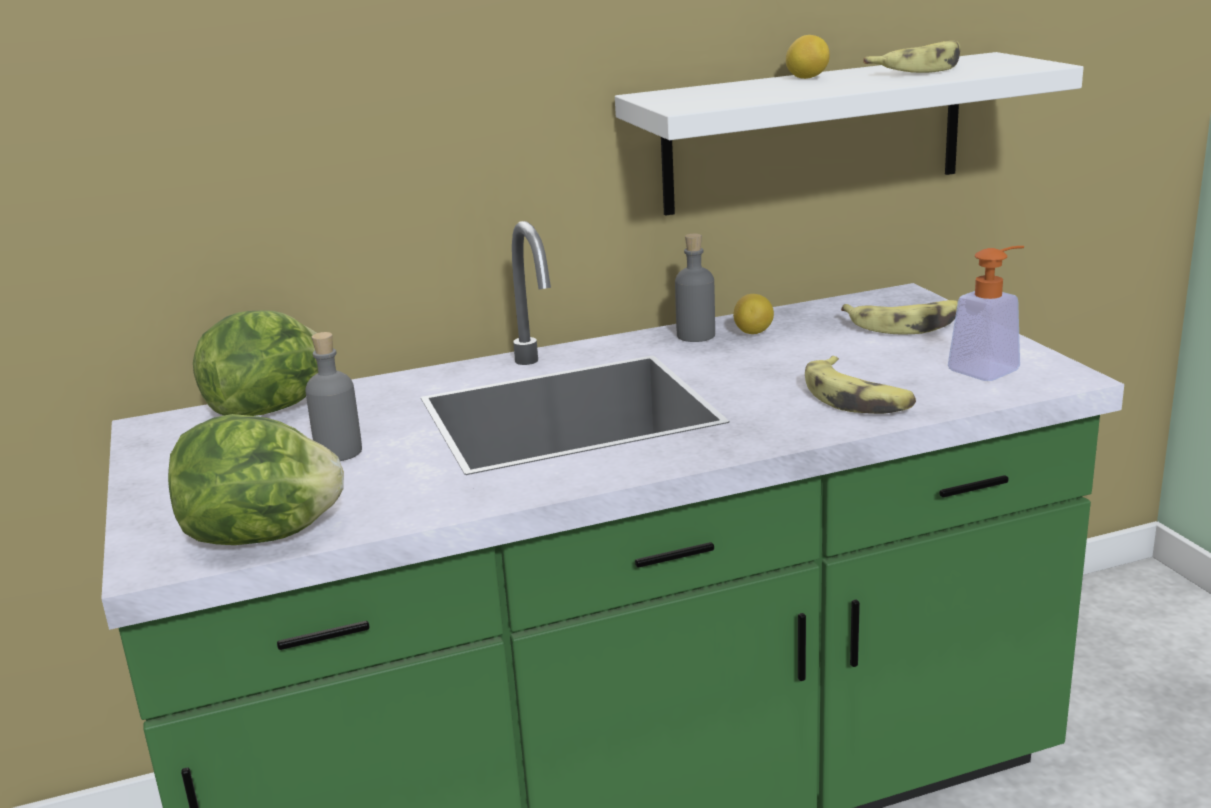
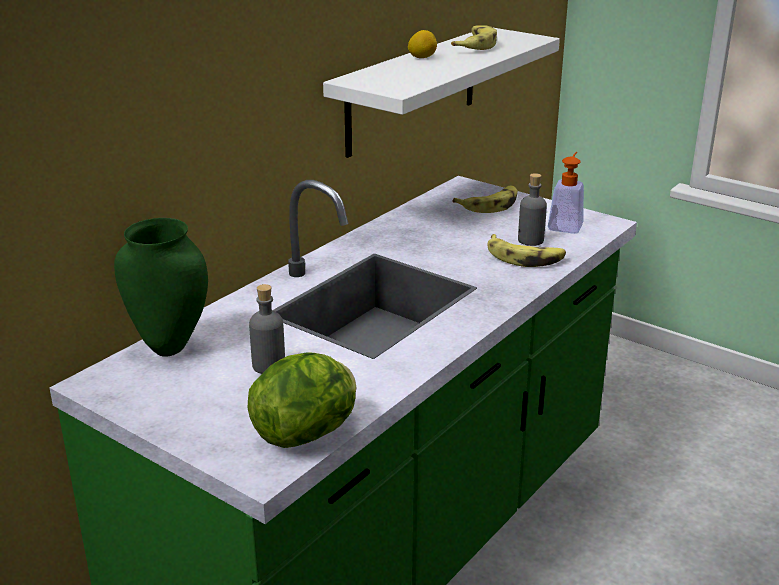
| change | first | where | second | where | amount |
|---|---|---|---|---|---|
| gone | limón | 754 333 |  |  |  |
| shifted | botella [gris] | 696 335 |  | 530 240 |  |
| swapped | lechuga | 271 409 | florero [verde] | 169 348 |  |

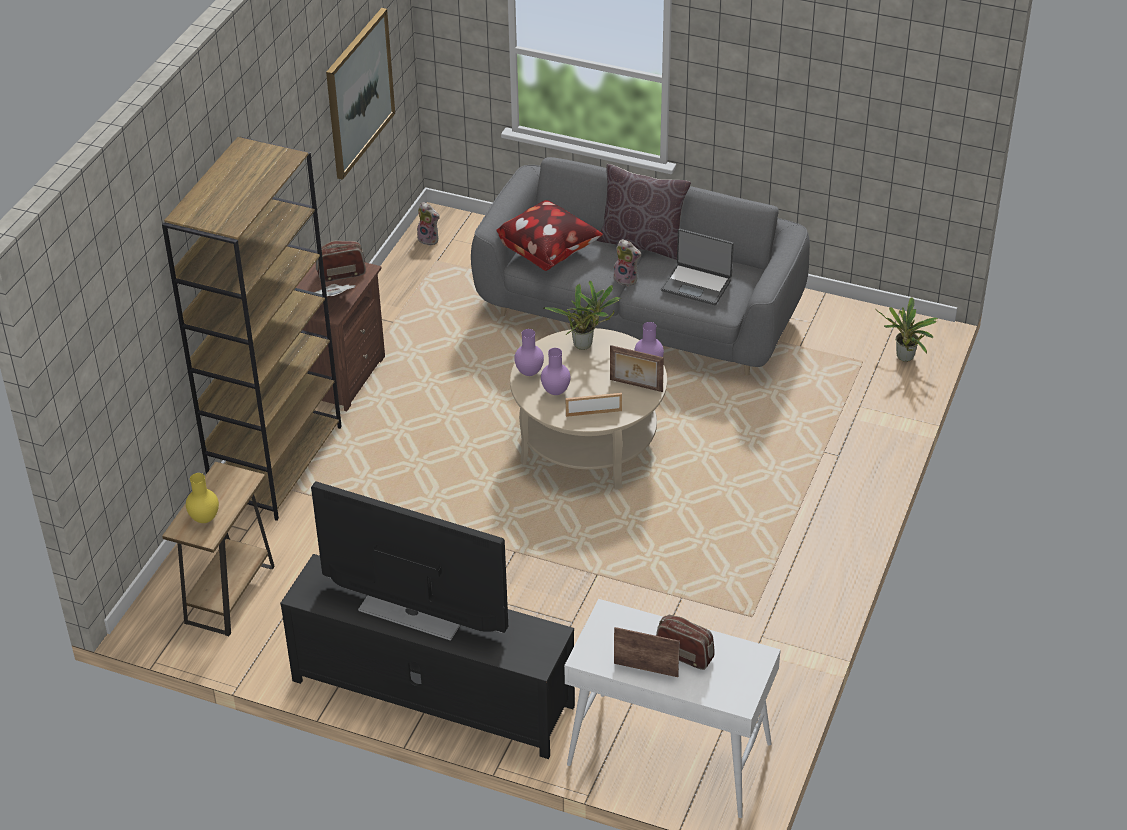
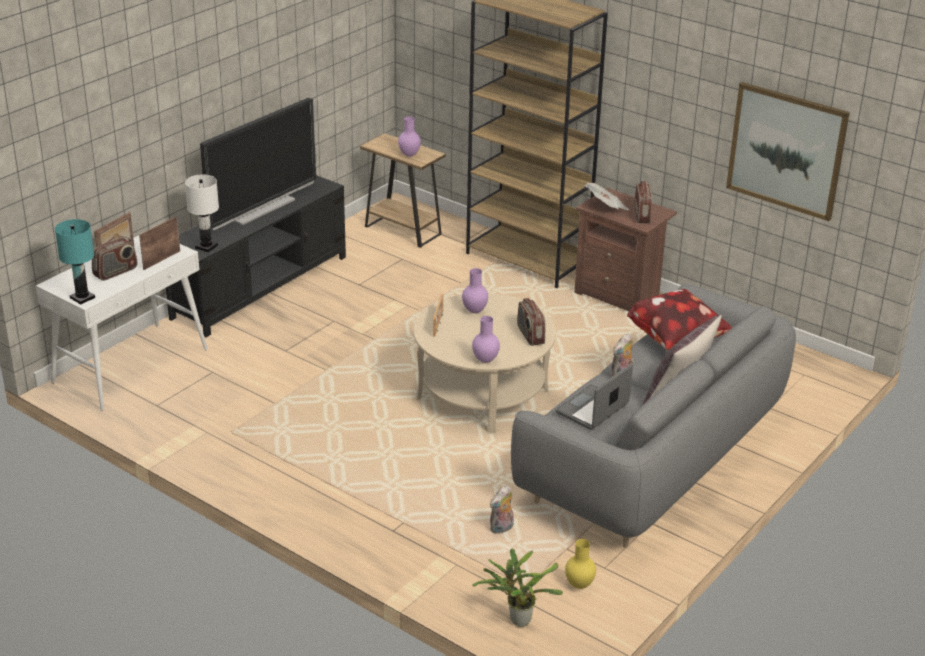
| change | first | where | second | where | amount |
|---|---|---|---|---|---|
| new |  |  | lámpara de mesa [turquesa] | 83 298 |  |
| new |  |  | lámpara de mesa [blanco] | 206 246 |  |
| shifted | florero [amarillo] | 204 519 |  | 579 584 |  |
| shifted | peluche | 429 239 |  | 502 529 |  |
| shifted | florero [morado] | 530 372 |  | 409 155 |  |
| shifted | portarretratos | 635 386 |  | 161 260 |  |
| swapped | planta en maceta | 585 344 | radio | 530 335 |  |

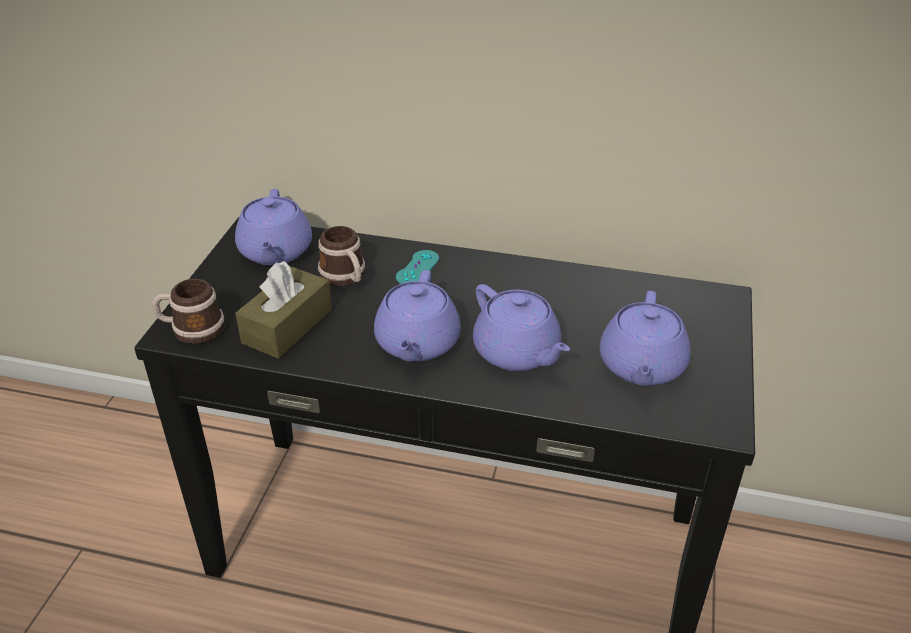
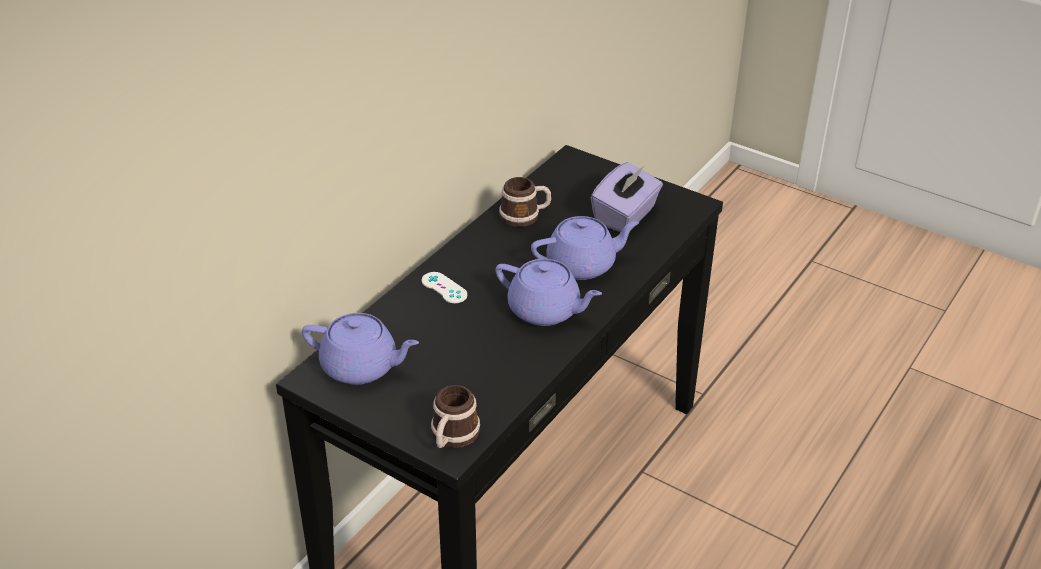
| change | first | where | second | where | amount |
|---|---|---|---|---|---|
| gone | caja de pañuelos [marrón] | 287 326 |  |  |  |
| shifted | taza grande | 345 277 |  | 525 216 |  |
| swapped | tetera [morado] | 641 366 | caja de pañuelos [morado] | 625 216 |  |
| repainted | mando de consola [turquesa] | 417 268 | mando de consola [blanco] | 444 288 |  |

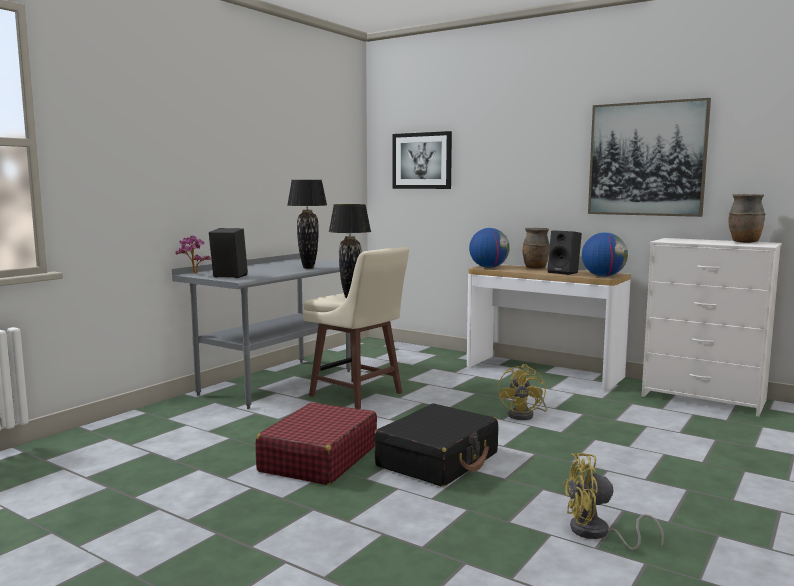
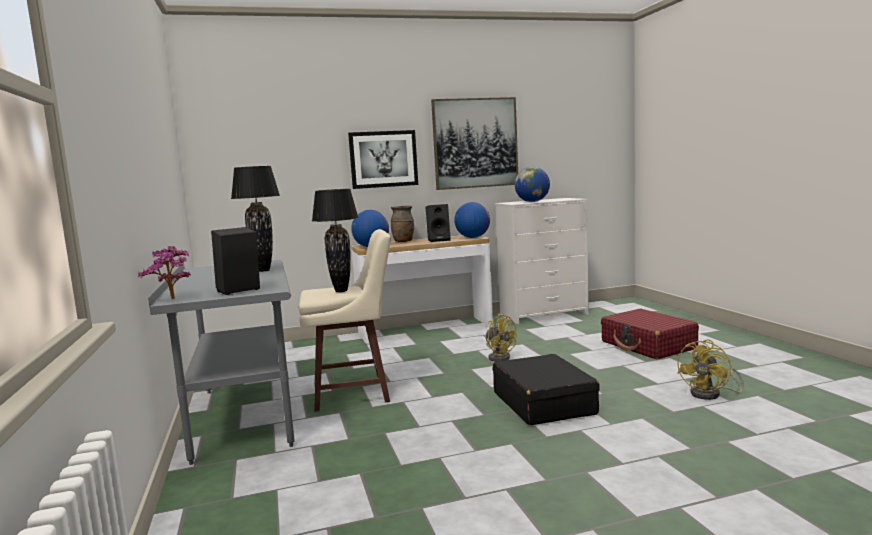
| change | first | where | second | where | amount |
|---|---|---|---|---|---|
| gone | florero [marrón] | 744 242 |  |  |  |
| new |  |  | globo terráqueo | 532 202 |  |
| shifted | maleta [rojo] | 318 459 |  | 648 345 |  |
| shifted | cuadro | 422 160 |  | 383 159 |  |

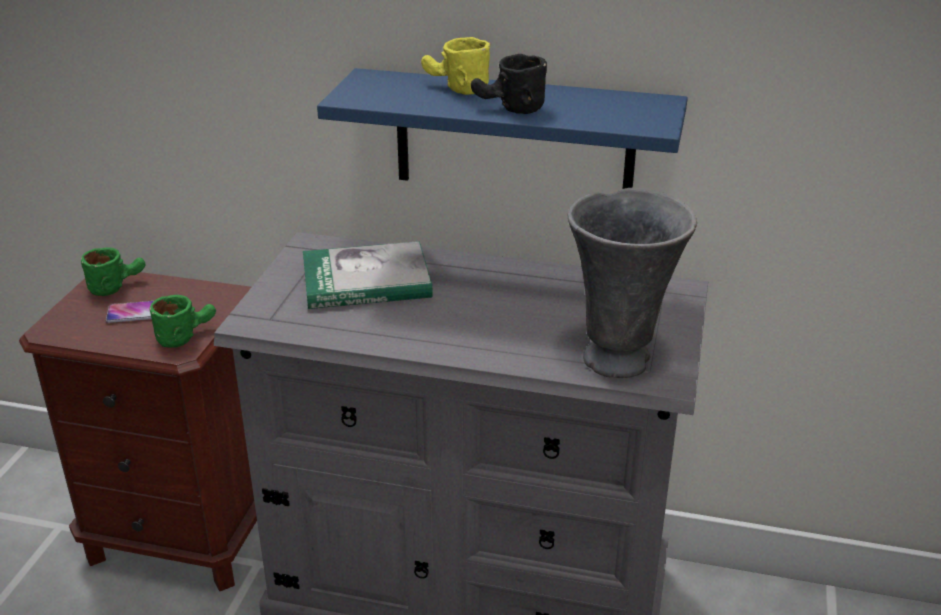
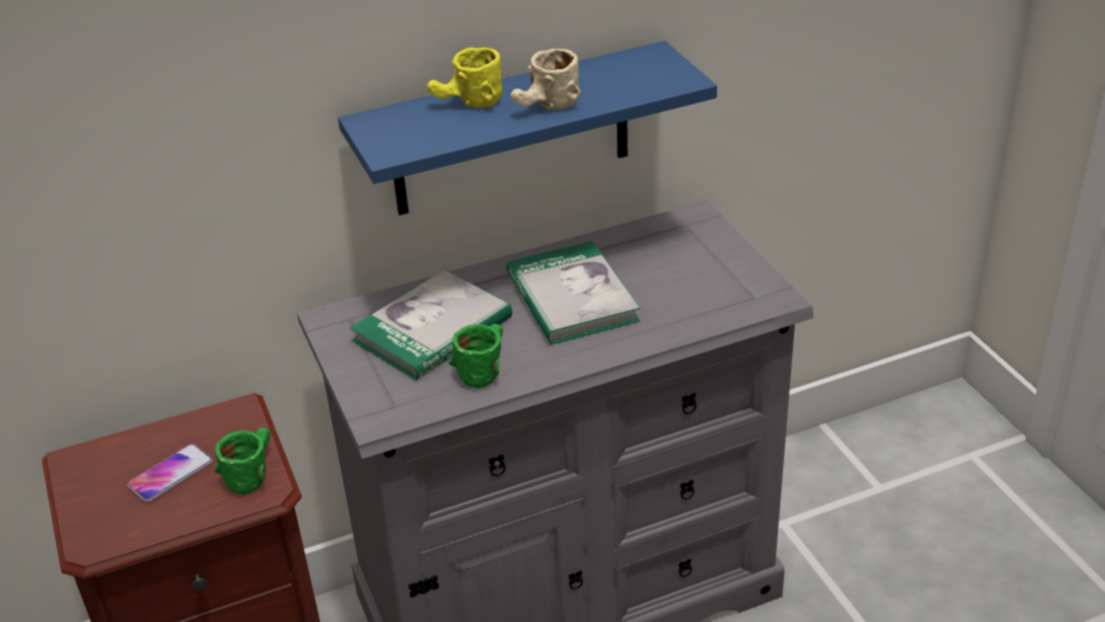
| change | first | where | second | where | amount |
|---|---|---|---|---|---|
| gone | florero [gris] | 619 358 |  |  |  |
| new |  |  | libro | 571 297 |  |
| shifted | taza grande [verde] | 117 285 |  | 482 367 |  |
| repainted | taza grande [negro] | 508 109 | taza grande [beis] | 547 108 |  |

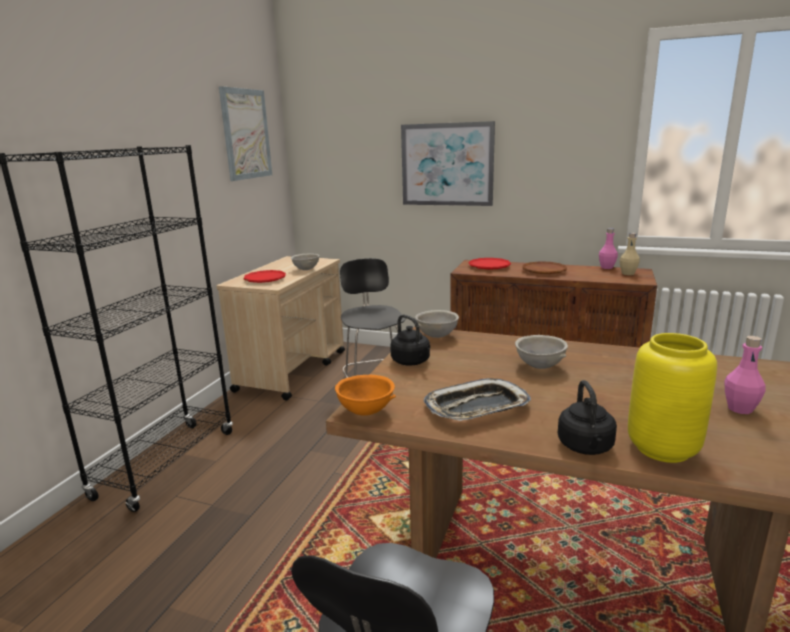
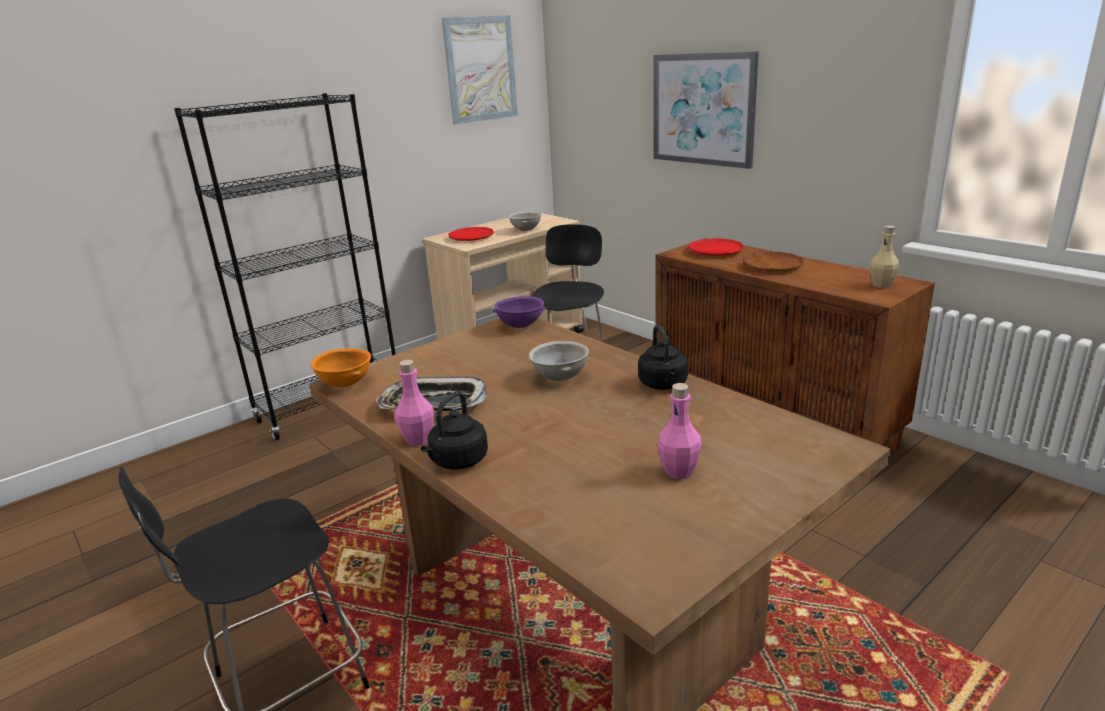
| change | first | where | second | where | amount |
|---|---|---|---|---|---|
| gone | florero [amarillo] | 664 448 |  |  |  |
| shifted | hervidor [negro] | 412 362 |  | 663 385 |  |
| shifted | botella [rosa] | 606 267 |  | 418 439 |  |
| repainted | cuenco [gris] | 436 336 | cuenco [morado] | 520 326 |  |

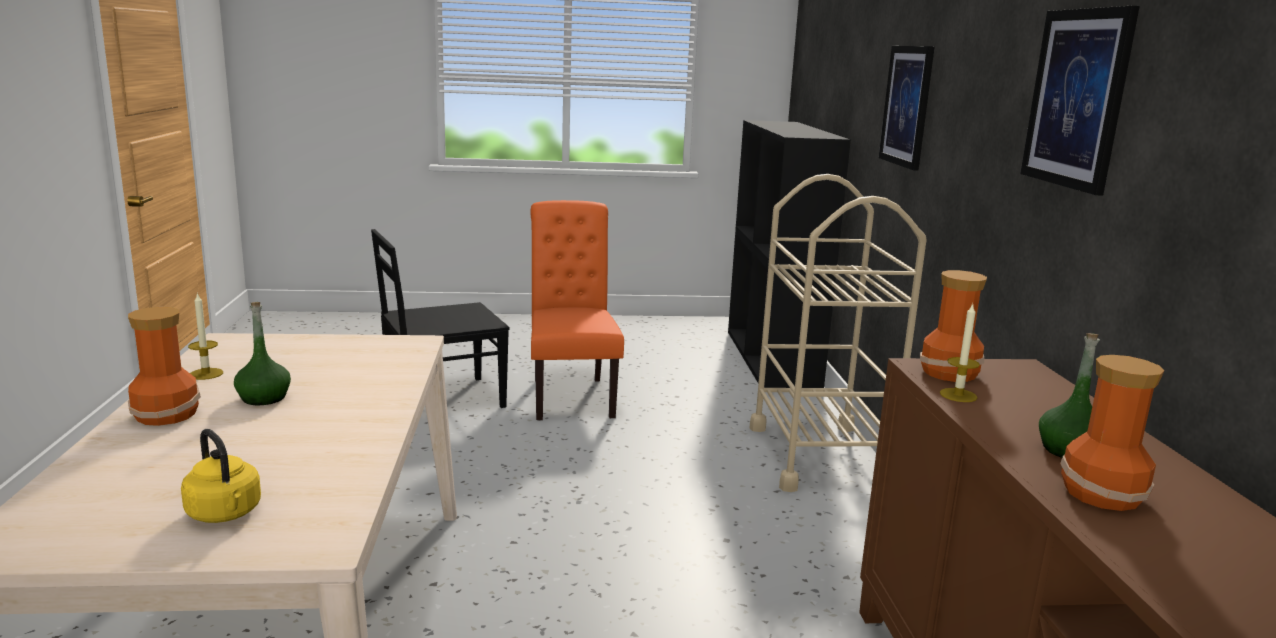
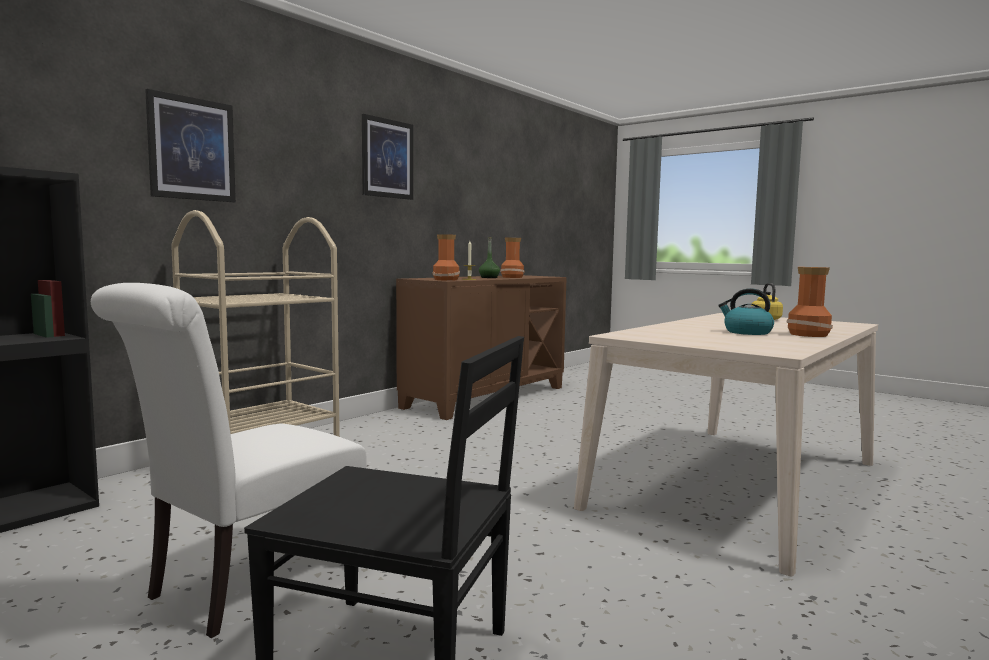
| change | first | where | second | where | amount |
|---|---|---|---|---|---|
| gone | vela | 206 374 |  |  |  |
| swapped | botella [verde] | 263 398 | hervidor | 746 332 |  |
| repainted | silla [naranja] | 571 395 | silla [blanco] | 245 585 |  |

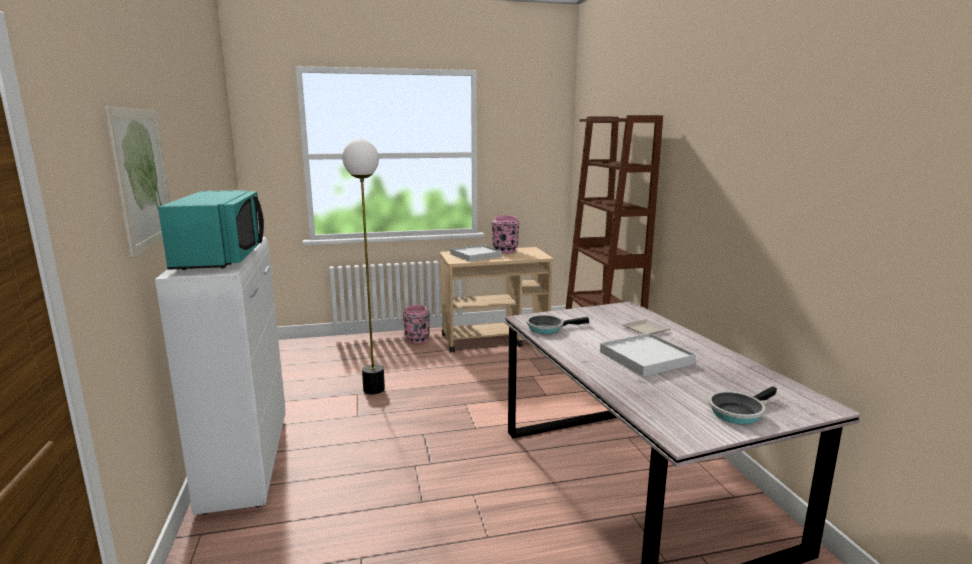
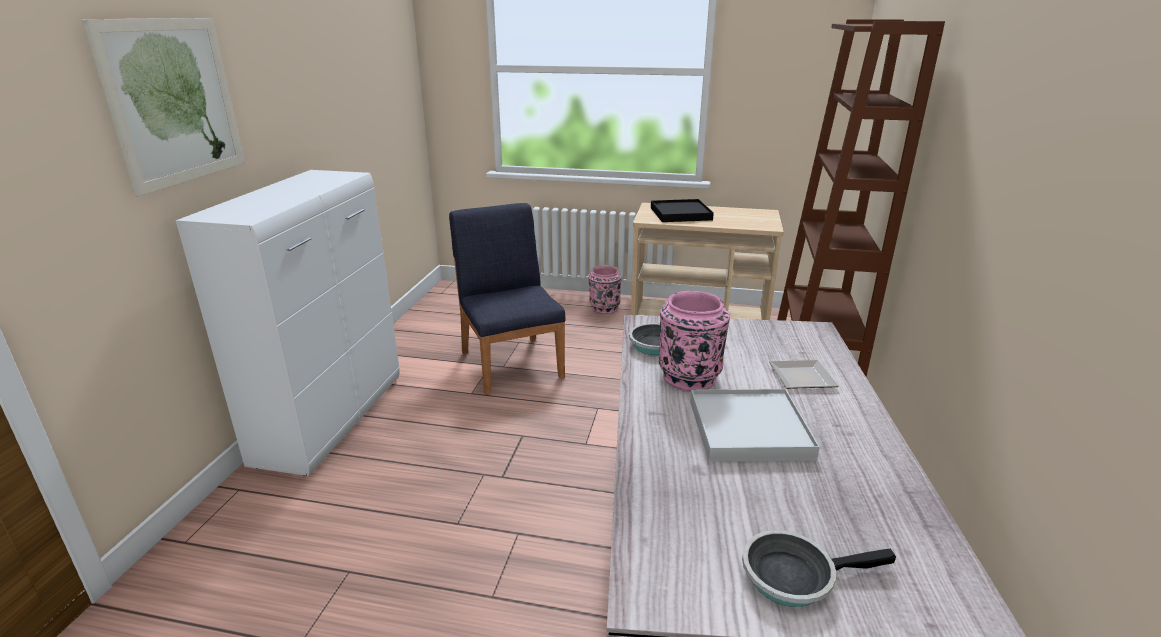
| change | first | where | second | where | amount |
|---|---|---|---|---|---|
| gone | microondas [turquesa] | 222 258 |  |  |  |
| shifted | florero [rosa] | 505 250 |  | 689 377 |  |
| swapped | lámpara de pie | 374 389 | silla [azul] | 511 363 |  |
| repainted | bandeja [blanco] | 475 255 | bandeja [negro] | 680 214 |  |

